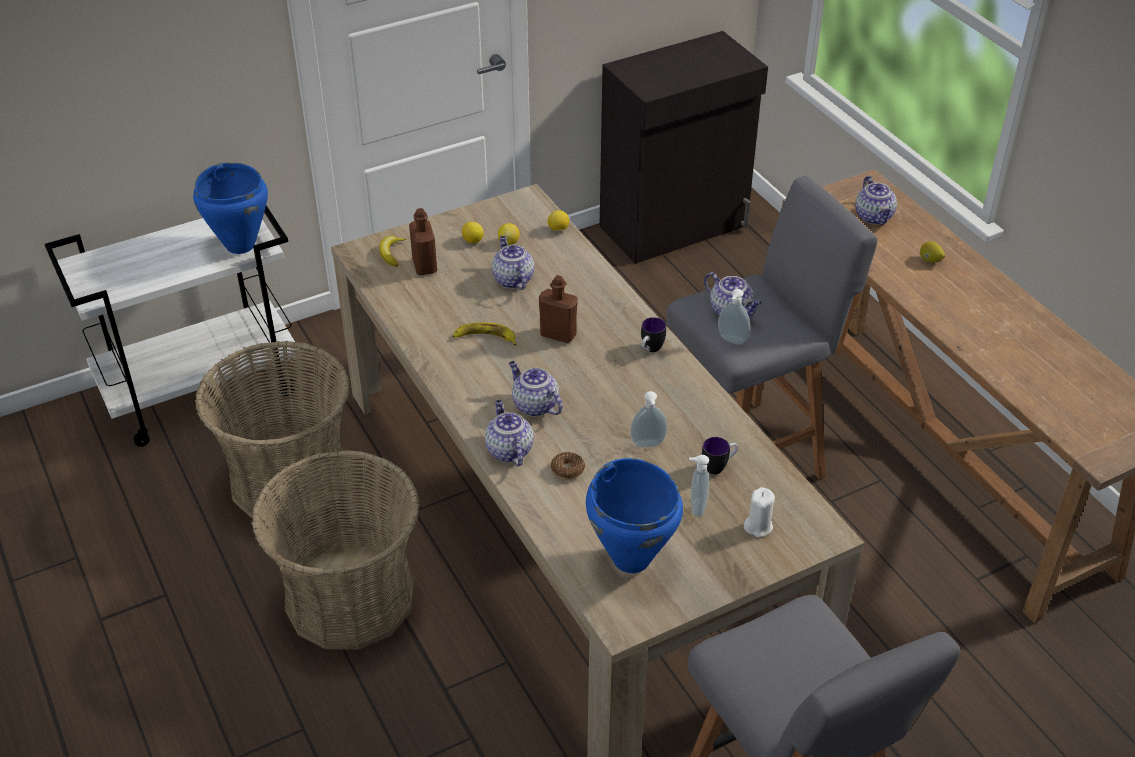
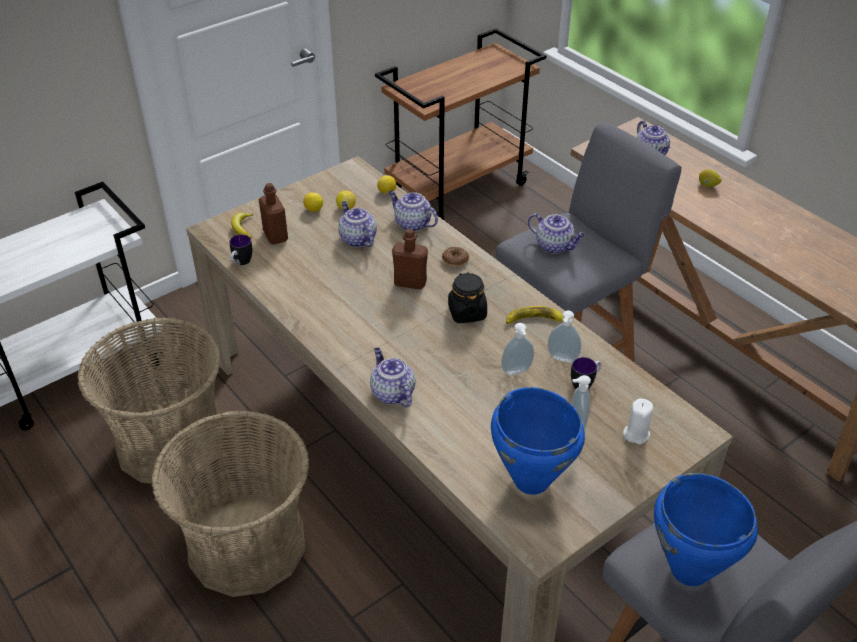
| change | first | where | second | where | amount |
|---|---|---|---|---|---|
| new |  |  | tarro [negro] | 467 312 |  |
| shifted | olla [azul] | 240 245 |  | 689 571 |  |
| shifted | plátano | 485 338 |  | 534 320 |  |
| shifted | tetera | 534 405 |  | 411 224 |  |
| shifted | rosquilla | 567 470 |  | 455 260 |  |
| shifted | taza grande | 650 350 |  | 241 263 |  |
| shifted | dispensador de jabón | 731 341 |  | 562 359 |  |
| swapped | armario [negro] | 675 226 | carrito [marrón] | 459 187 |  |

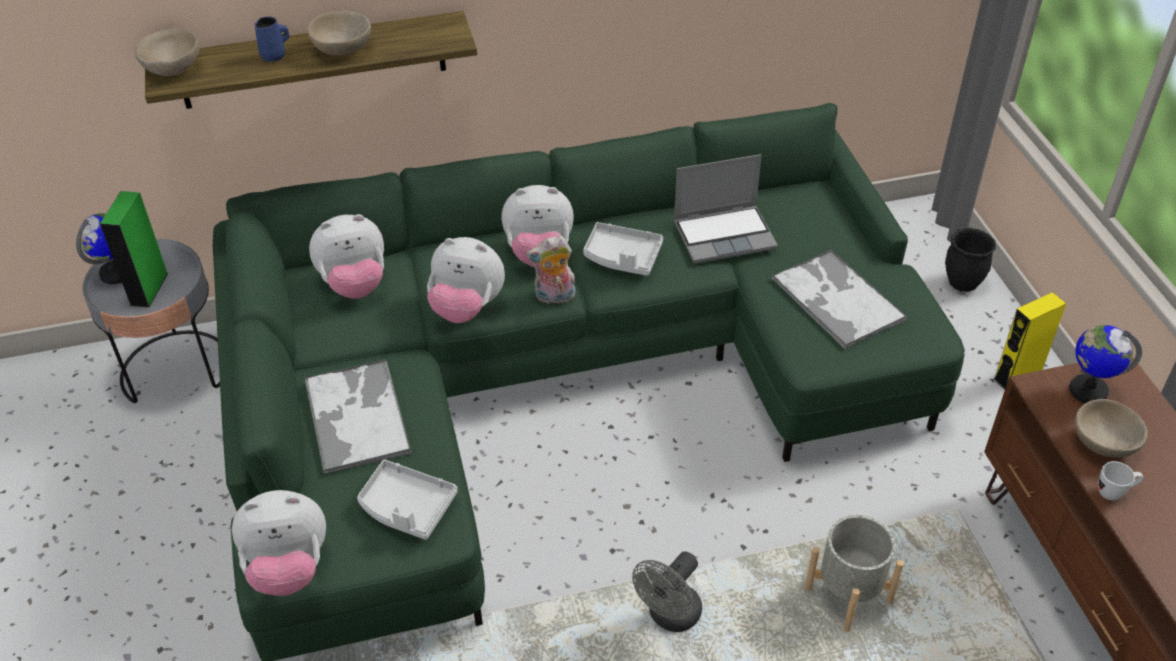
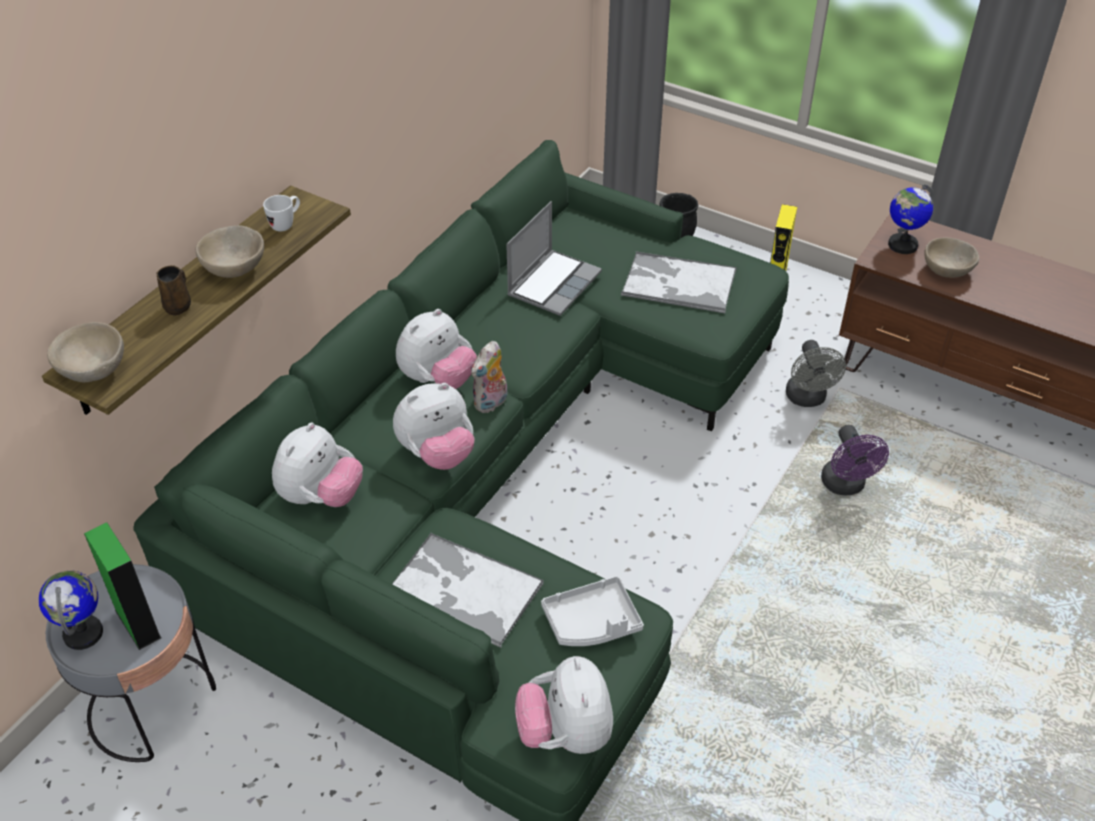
| change | first | where | second | where | amount |
|---|---|---|---|---|---|
| gone | bandeja [gris] | 622 257 |  |  |  |
| shifted | ventilador [gris] | 670 617 |  | 807 399 |  |
| shifted | taza grande [blanco] | 1115 492 |  | 286 224 |  |
| swapped | maceta [gris] | 848 594 | ventilador [morado] | 845 486 |  |
| repainted | taza grande [azul] | 275 56 | taza grande [marrón] | 178 306 |  |
| rotated | peluche | 288 568 |  | 565 733 | 135 degrees clockwise |

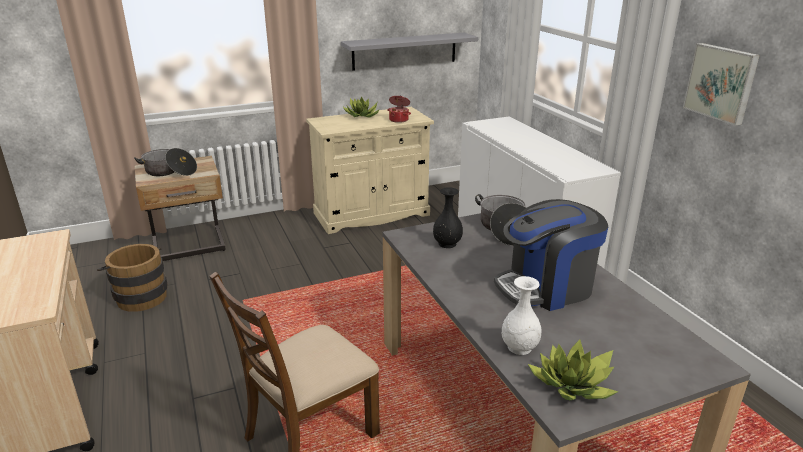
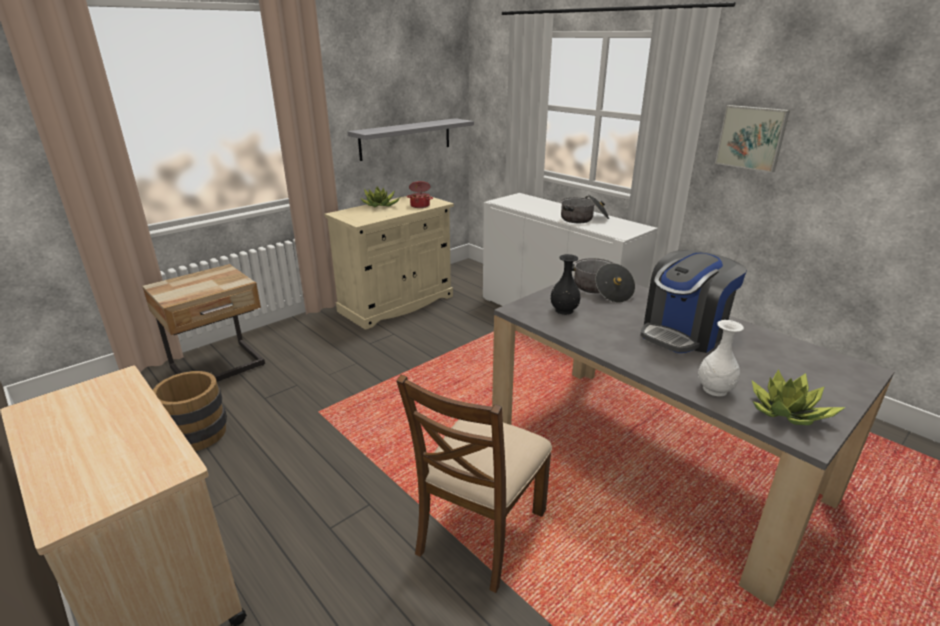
| change | first | where | second | where | amount |
|---|---|---|---|---|---|
| shifted | olla | 169 172 |  | 584 219 |  |

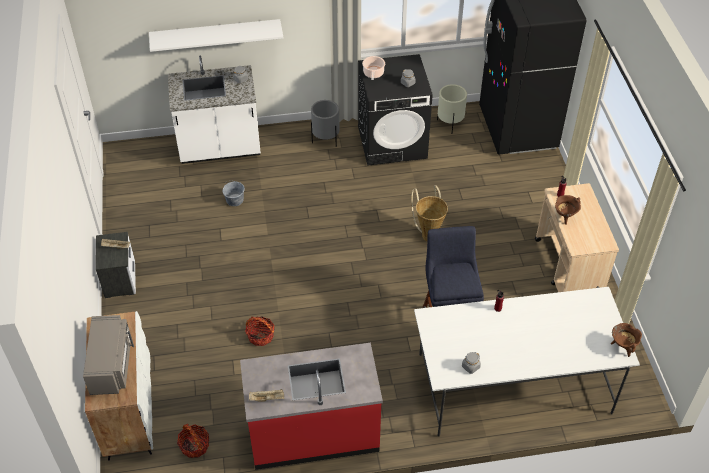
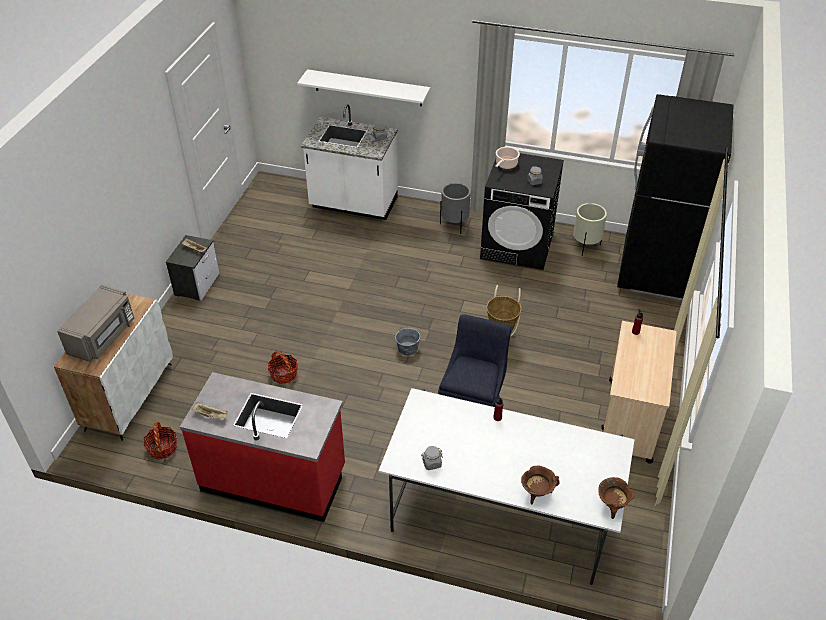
| change | first | where | second | where | amount |
|---|---|---|---|---|---|
| shifted | cubo [gris] | 234 200 |  | 407 348 |  |
| shifted | olla [marrón] | 565 216 |  | 537 493 |  |

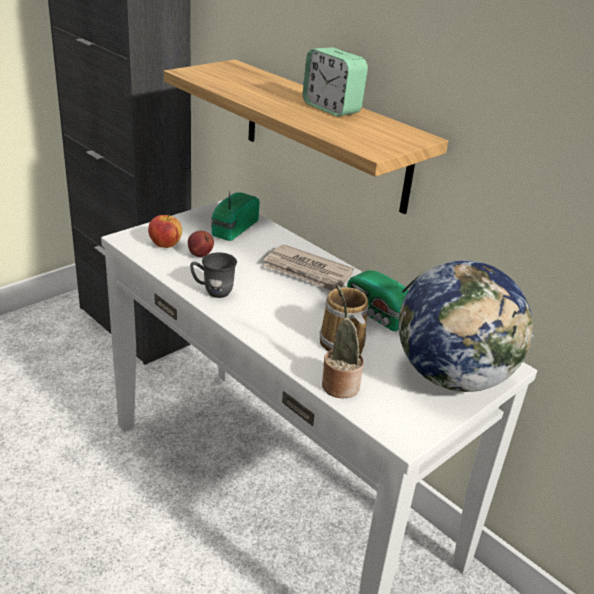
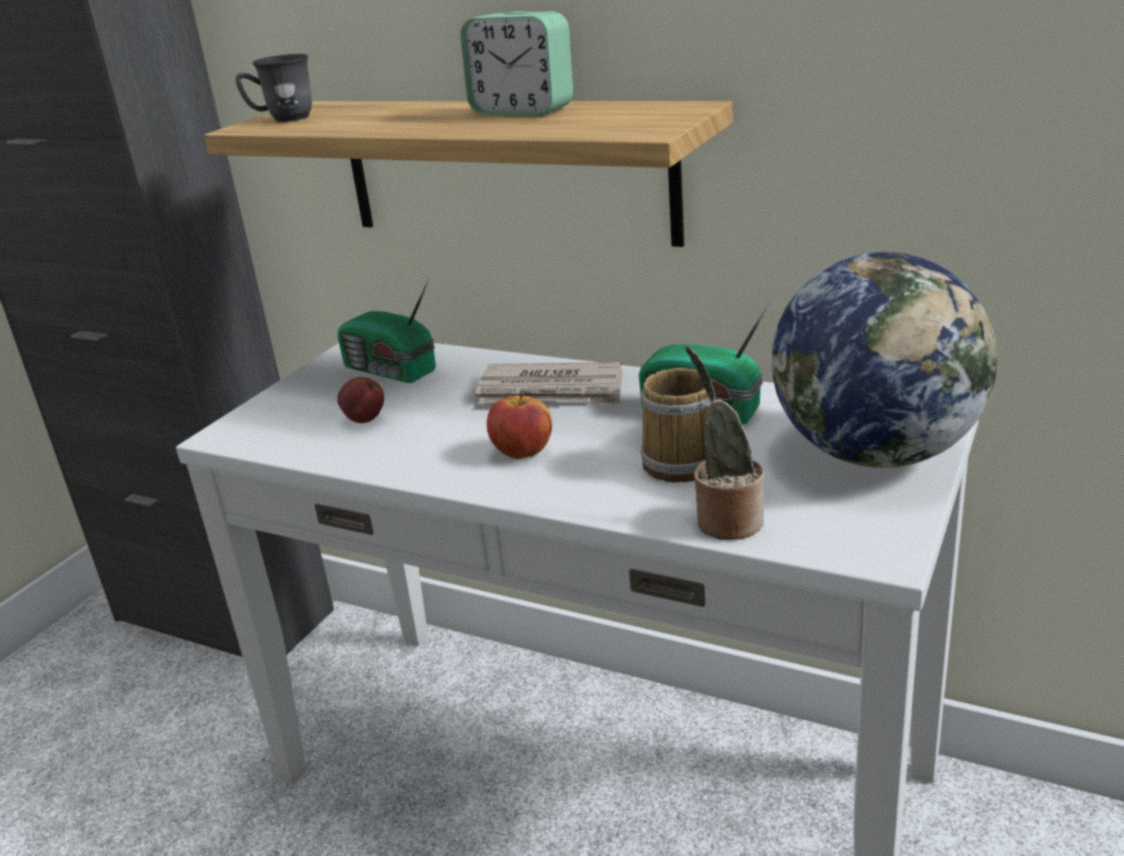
| change | first | where | second | where | amount |
|---|---|---|---|---|---|
| shifted | manzana | 165 244 |  | 522 452 |  |
| shifted | taza grande [gris] | 212 291 |  | 282 119 |  |
| rotated | radio | 233 229 |  | 390 371 | 60 degrees counterclockwise |

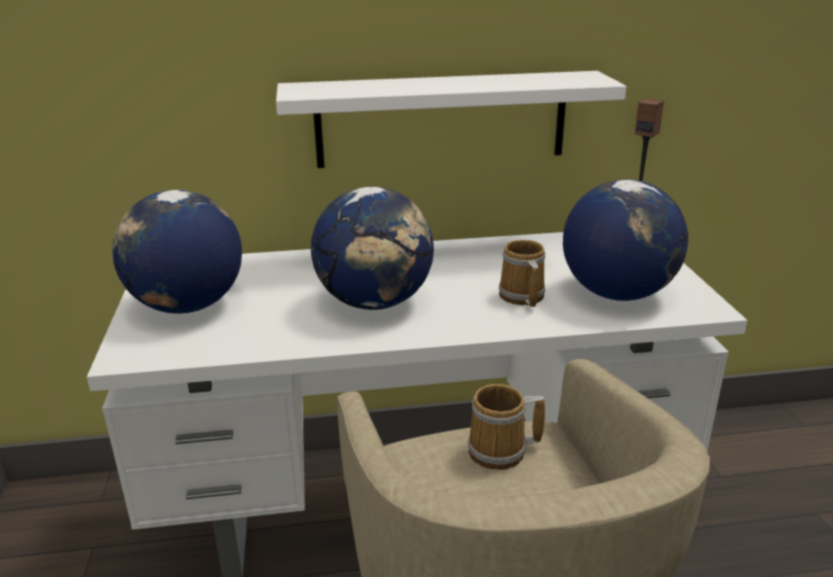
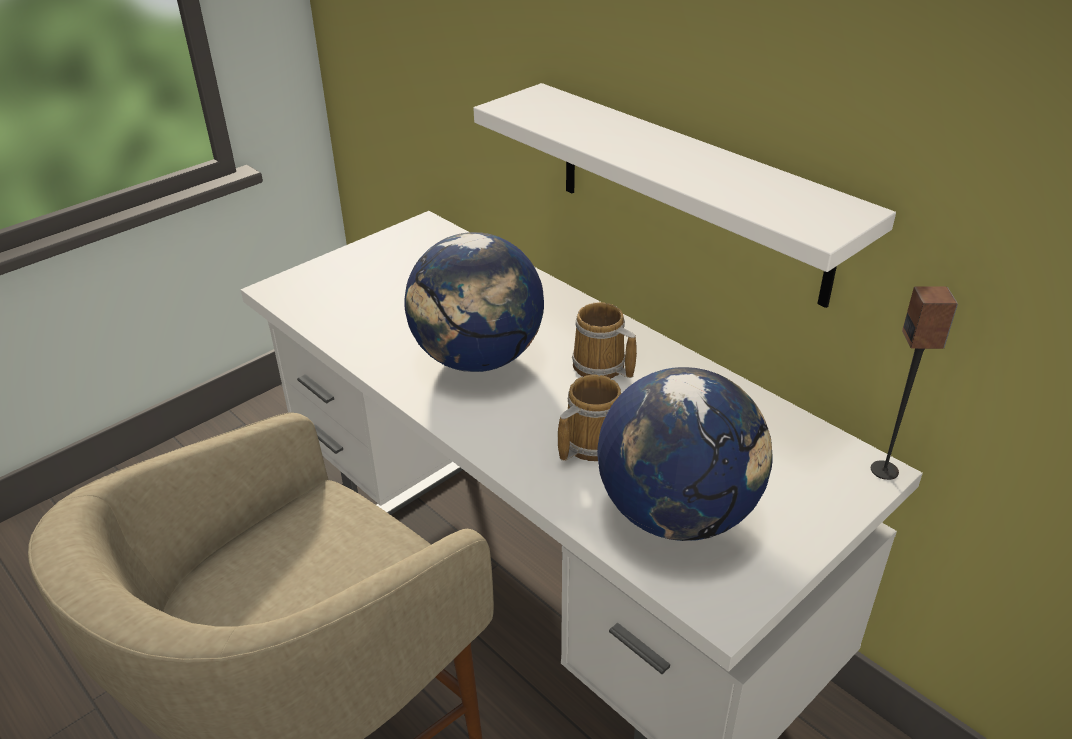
| change | first | where | second | where | amount |
|---|---|---|---|---|---|
| gone | globo terráqueo | 187 306 |  |  |  |
| shifted | taza grande | 501 452 |  | 600 367 |  |

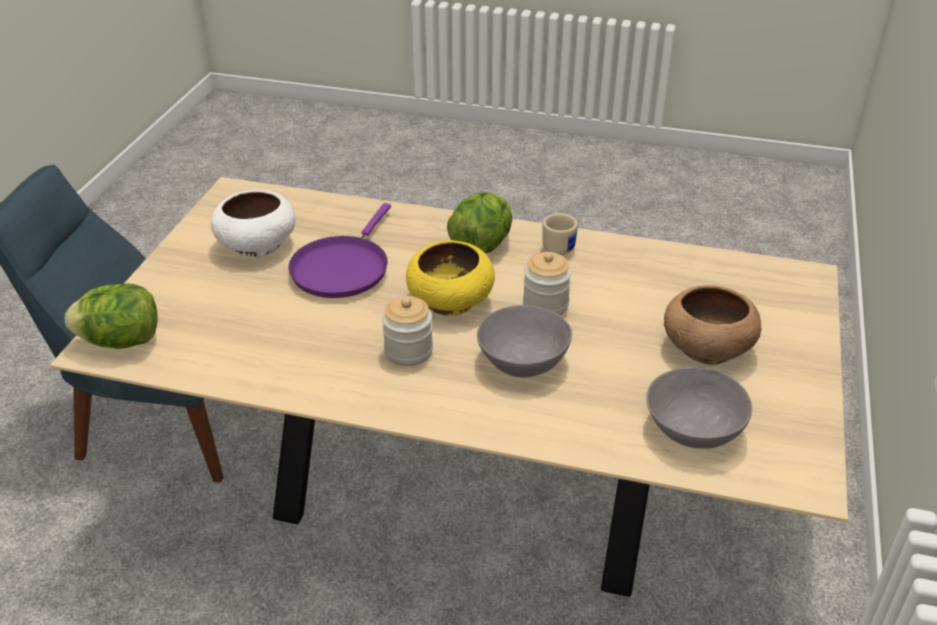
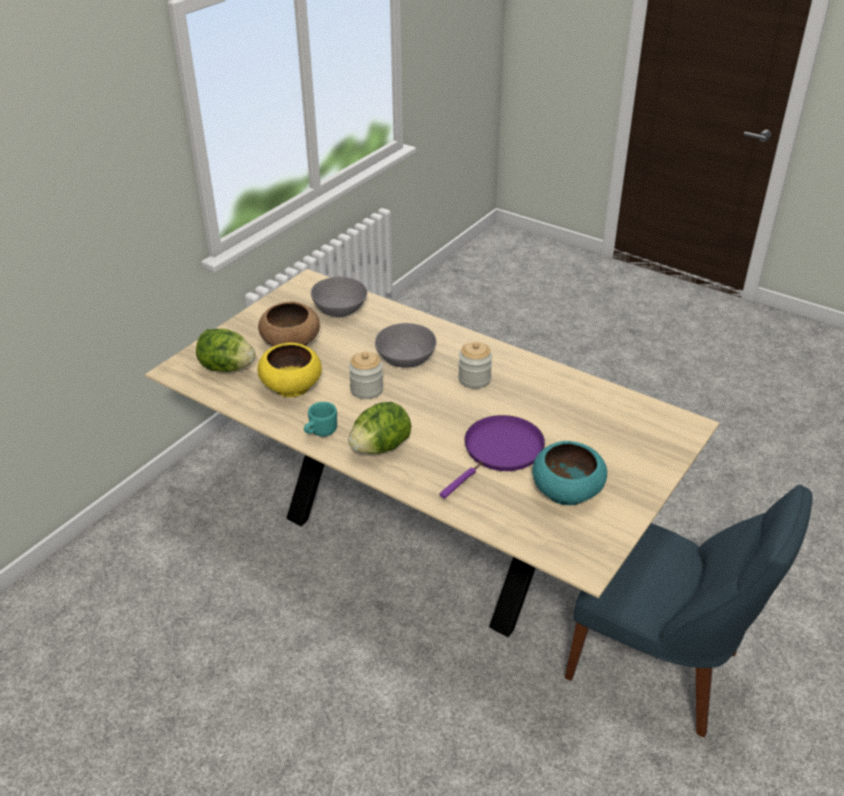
| change | first | where | second | where | amount |
|---|---|---|---|---|---|
| shifted | lechuga | 121 341 |  | 227 368 |  |
| shifted | cuenco [amarillo] | 450 301 |  | 292 386 |  |
| repainted | cuenco [blanco] | 256 245 | cuenco [turquesa] | 567 491 |  |
| repainted | taza grande [beis] | 561 246 | taza grande [turquesa] | 320 432 |  |

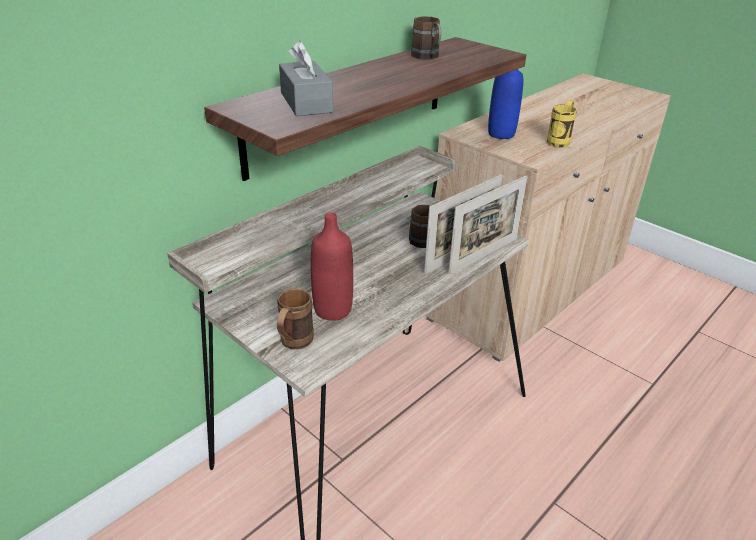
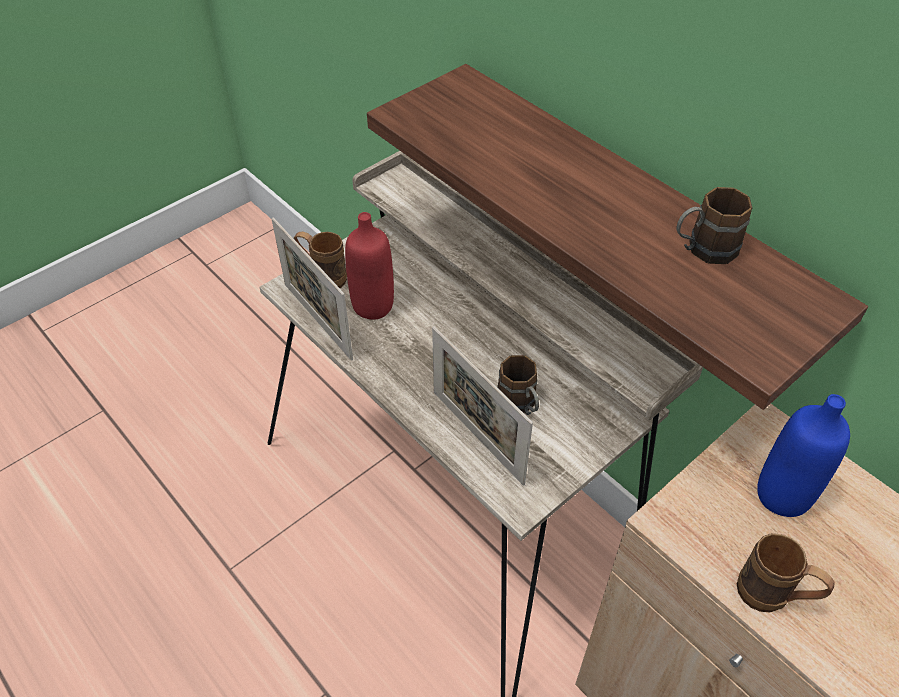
| change | first | where | second | where | amount |
|---|---|---|---|---|---|
| gone | caja de pañuelos [gris] | 306 102 |  |  |  |
| shifted | portarretratos | 483 256 |  | 318 321 |  |
| repainted | taza grande [amarillo] | 560 141 | taza grande [marrón] | 772 597 |  |

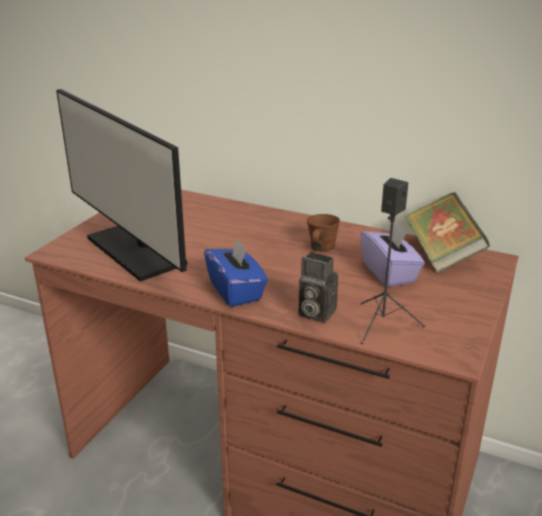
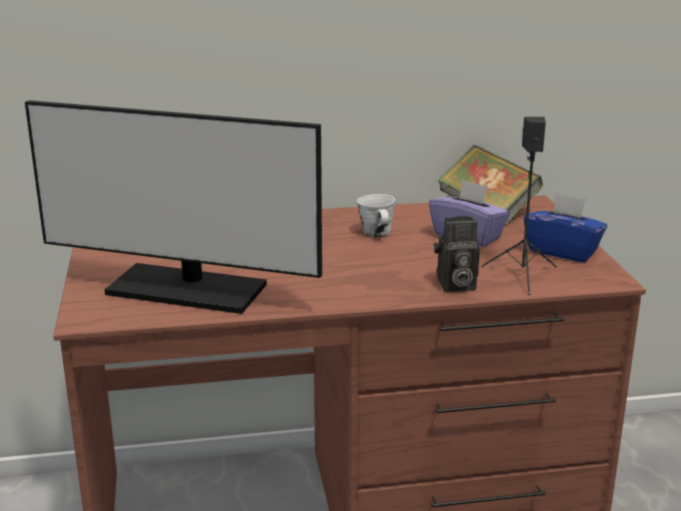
| change | first | where | second | where | amount |
|---|---|---|---|---|---|
| shifted | caja de pañuelos [azul] | 236 291 |  | 562 251 |  |
| repainted | taza grande [marrón] | 321 248 | taza grande [blanco] | 376 234 |  |

